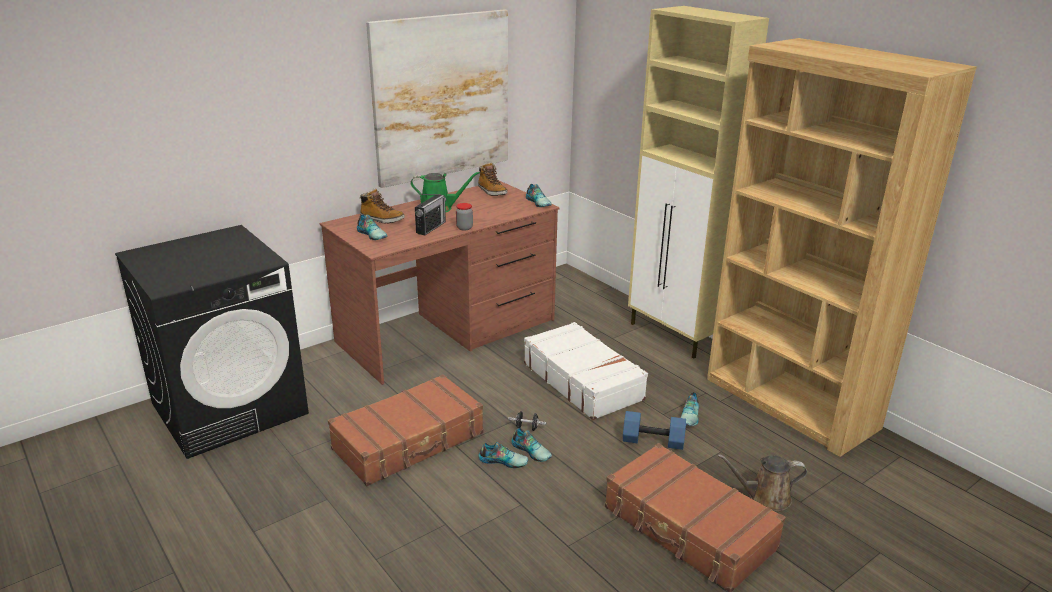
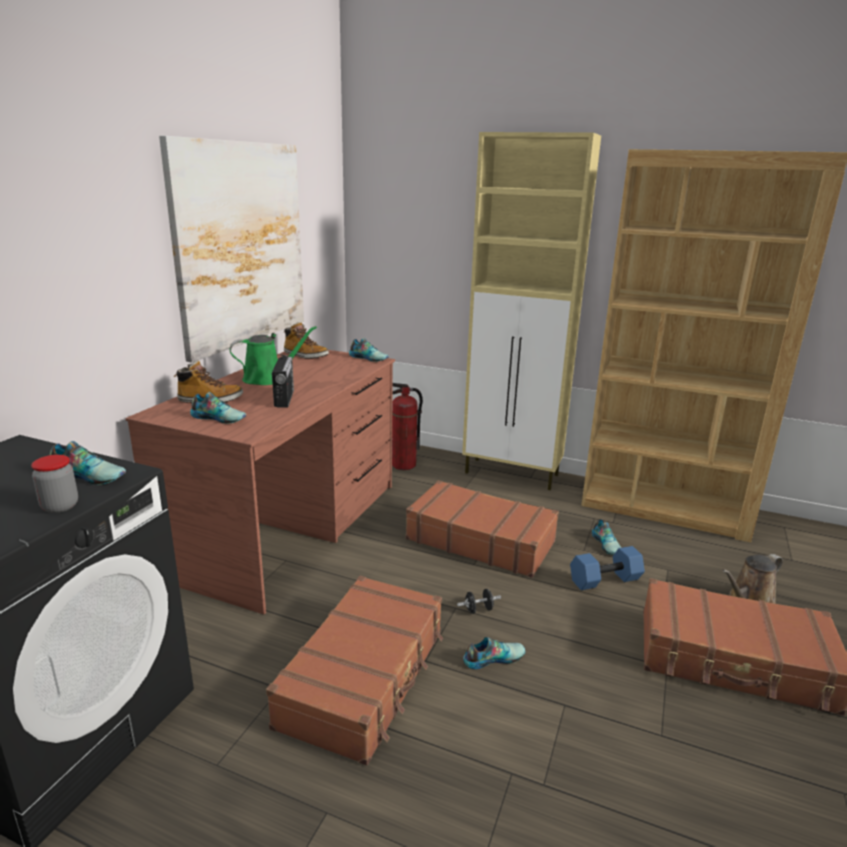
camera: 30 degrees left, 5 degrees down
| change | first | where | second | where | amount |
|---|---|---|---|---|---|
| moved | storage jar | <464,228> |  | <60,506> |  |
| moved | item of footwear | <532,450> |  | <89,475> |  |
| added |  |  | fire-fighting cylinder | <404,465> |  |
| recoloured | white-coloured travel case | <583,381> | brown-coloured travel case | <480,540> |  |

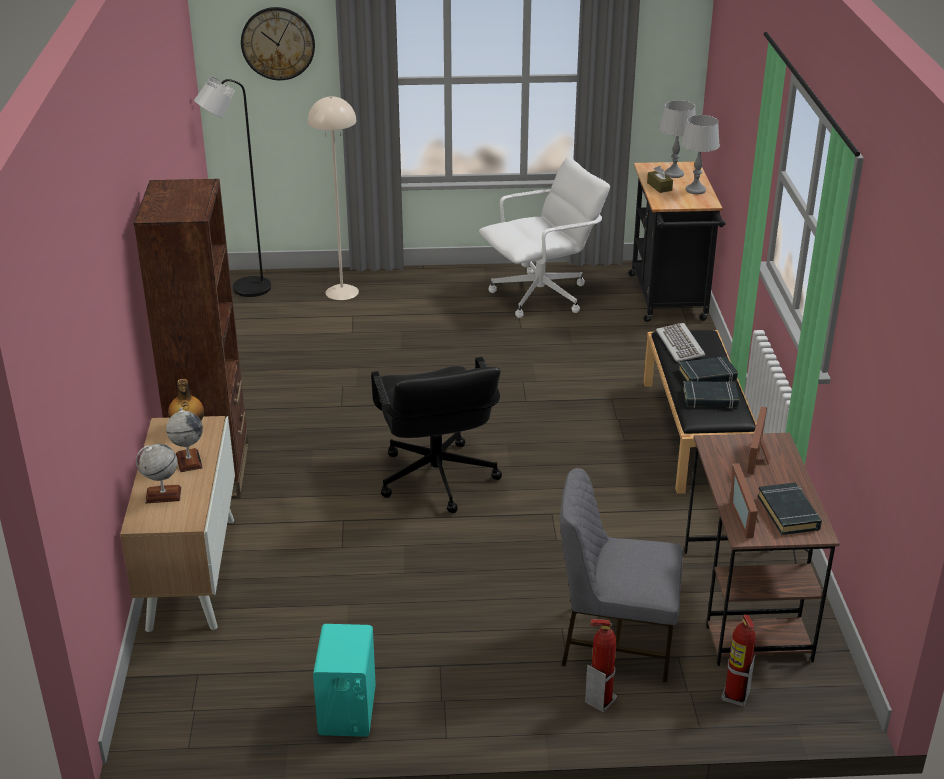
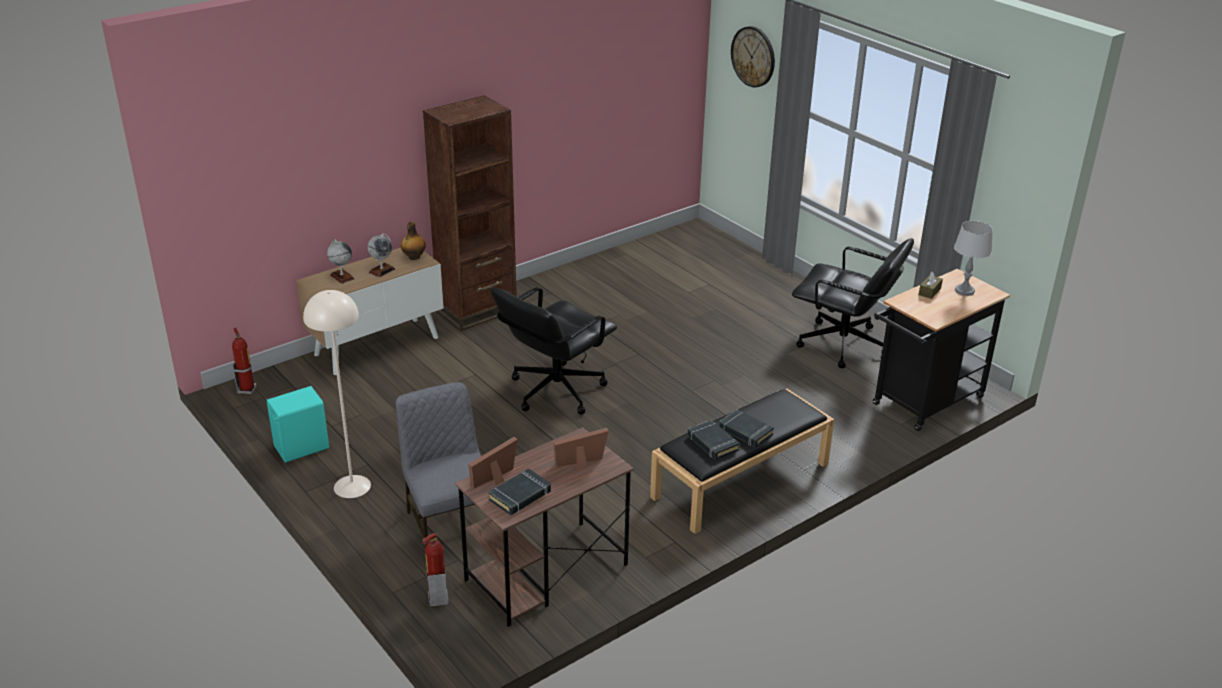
camera: 55 degrees right, 0 degrees up
| change | first | where | second | where | amount |
|---|---|---|---|---|---|
| moved | fire-fighting cylinder | <600,700> |  | <247,389> |  |
| moved | beige floor lamp | <342,292> |  | <352,486> |  |
| recoloured | white-coloured desk chair | <541,296> | black desk chair | <843,345> |  |
| removed | black floor lamp | <244,289> |  |  |  |
| removed | PC keyboard | <680,345> |  |  |  |
| removed | grey tabletop lamp | <696,190> |  |  |  |

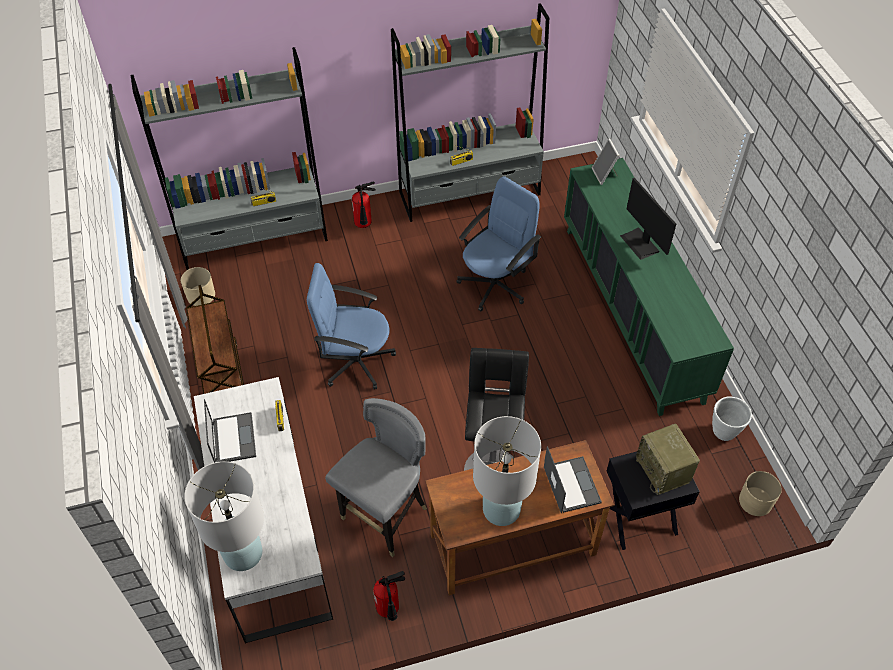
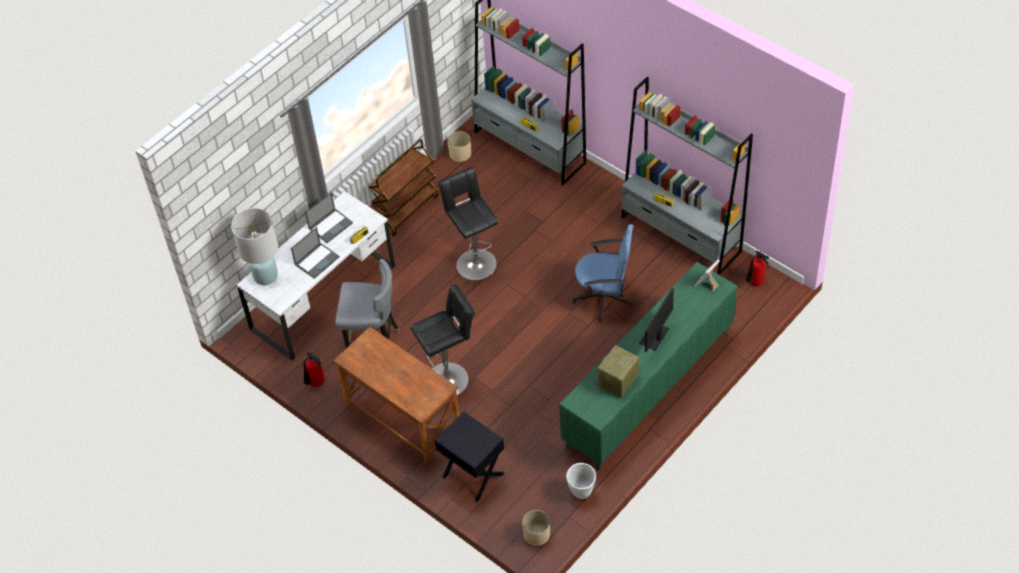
camera: 60 degrees right, 0 degrees up
| change | first | where | second | where | amount |
|---|---|---|---|---|---|
| moved | portable computer | <571,484> |  | <317,260> |  |
| replaced | blue-coloured desk chair | <355,361> | black stool | <474,262> |  |
| moved | radio receiver | <663,471> |  | <618,381> |  |
| moved | fire-fighting cylinder | <364,225> |  | <754,283> |  |
| removed | white-coloured tabletop lamp | <501,510> |  |  |  |

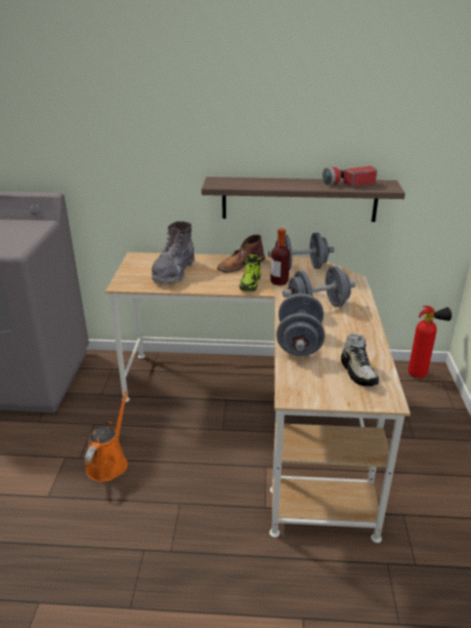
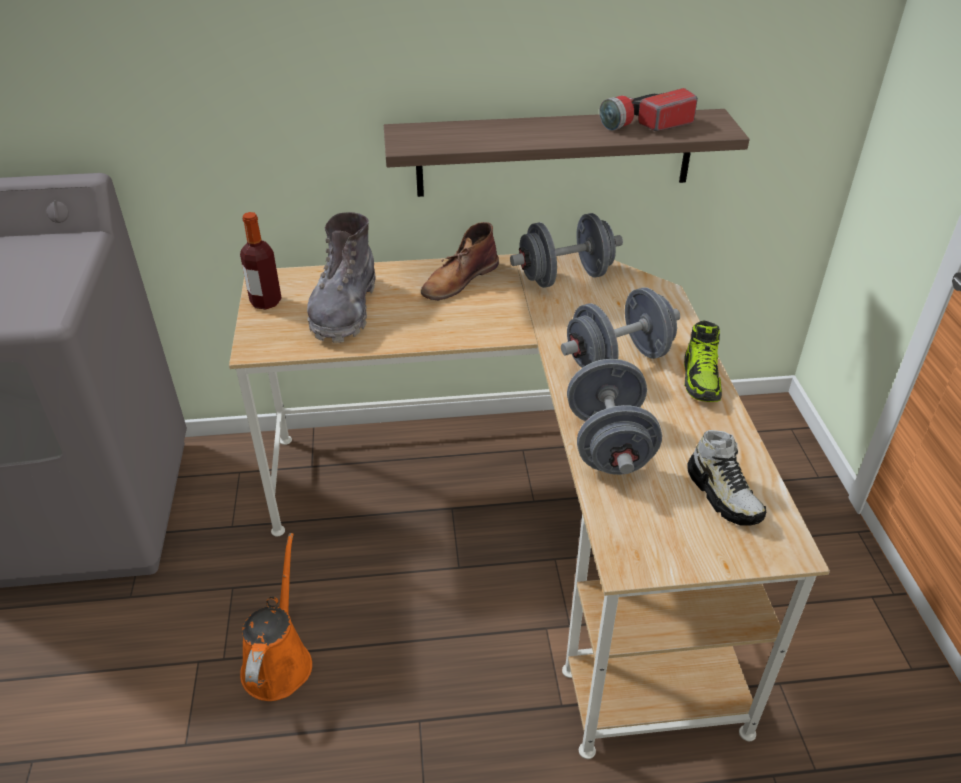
camera: 10 degrees left, 10 degrees up
| change | first | where | second | where | amount |
|---|---|---|---|---|---|
| moved | drink bottle | <279,282> |  | <266,302> |  |
| moved | item of footwear | <250,284> |  | <701,379> |  |
| removed | fire-fighting cylinder | <421,374> |  |  |  |

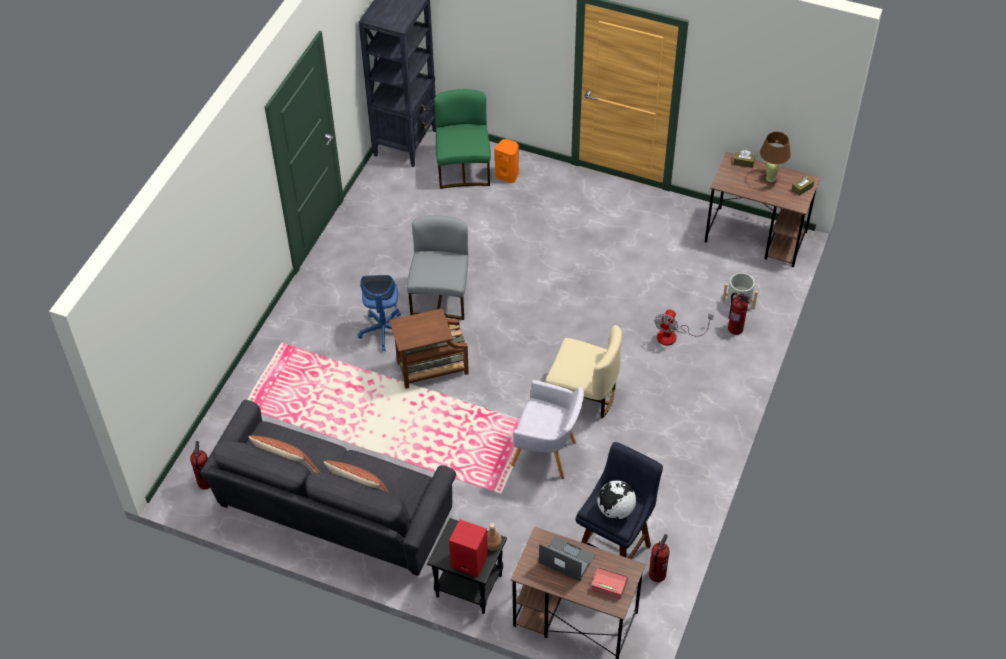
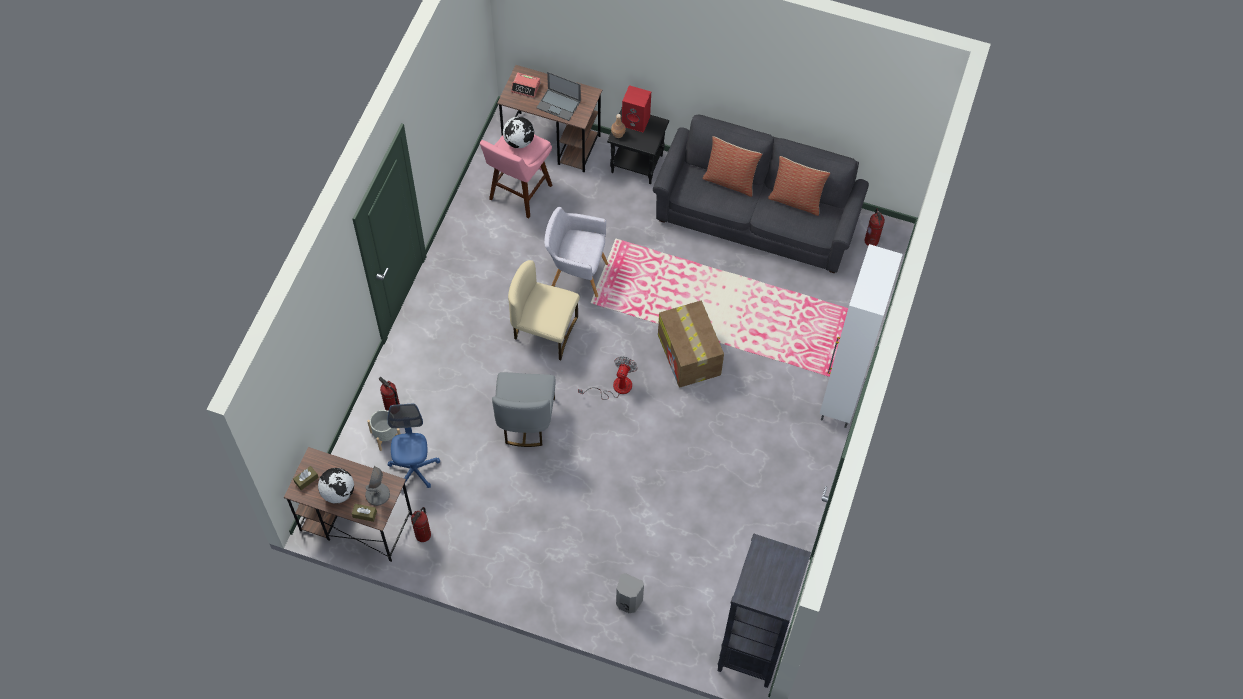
camera: 175 degrees right, 10 degrees up
| change | first | where | second | where | amount |
|---|---|---|---|---|---|
| replaced | brown-coloured tabletop lamp | <770,178> | desk globe | <338,492> |  |
| added |  |  | grey tabletop lamp | <377,494> |  |
| moved | blue-coloured desk chair | <384,331> |  | <414,469> |  |
| moved | fire-fighting cylinder | <657,574> |  | <423,535> |  |
| recoloured | blue-coloured stool | <615,549> | pinkish stool | <518,195> |  |
| moved | grey upright chair | <440,297> |  | <525,420> |  |
| moved | cooling fan | <674,336> |  | <615,387> |  |
| recoloured | orange-coloured speaker | <507,175> | grey speaker | <628,602> |  |
| replaced | brown-coloured accent table | <430,368> | packing box | <689,355> |  |
| added |  |  | white-coloured cabinet | <840,398> |  |
| removed | green-coloured upright chair | <463,169> |  |  |  |

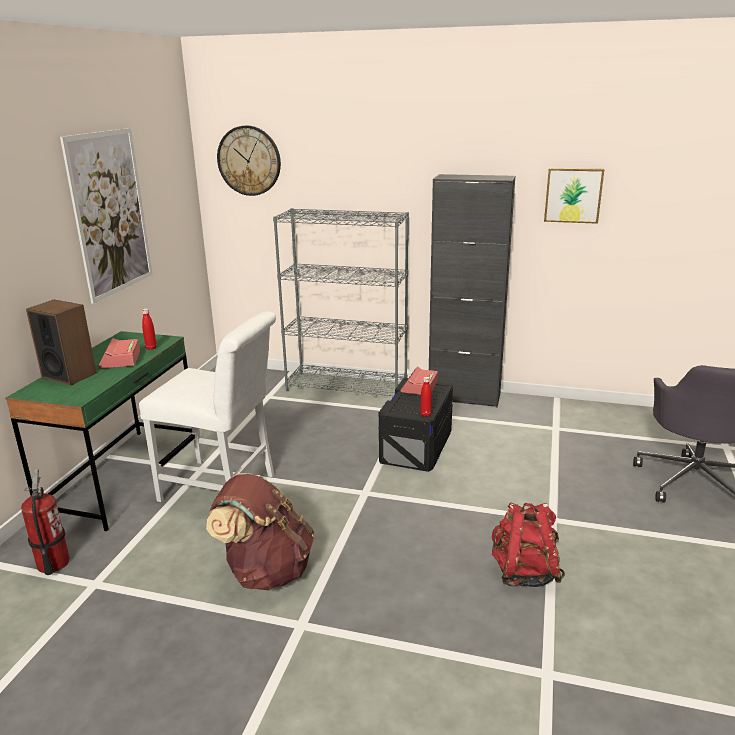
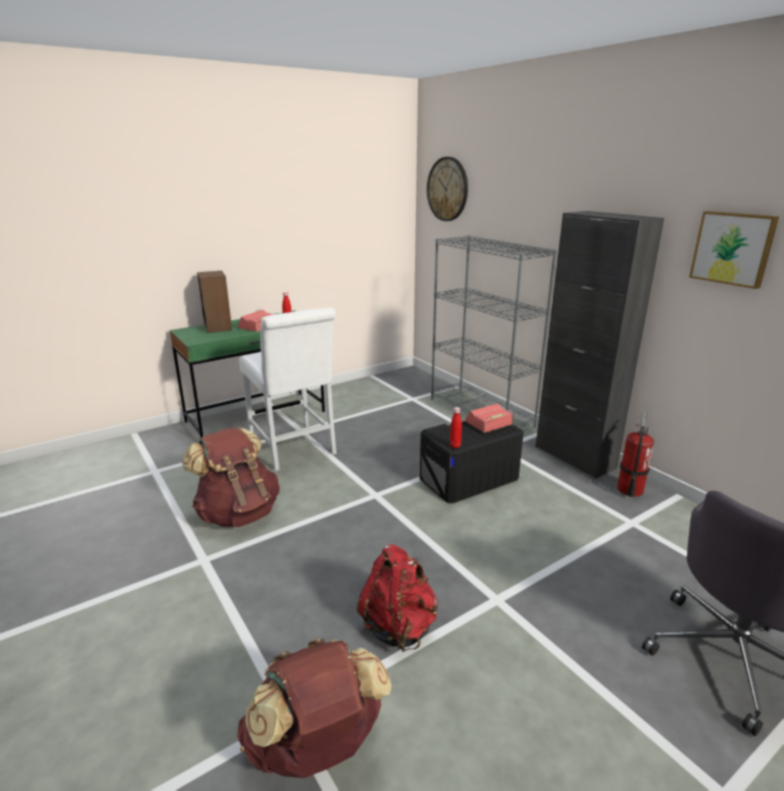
camera: 40 degrees right, 0 degrees up
| change | first | where | second | where | amount |
|---|---|---|---|---|---|
| added |  |  | brown-coloured rucksack | <316,747> |  |
| moved | fire-fighting cylinder | <52,563> |  | <629,490> |  |
| removed | picture | <110,213> |  |  |  |

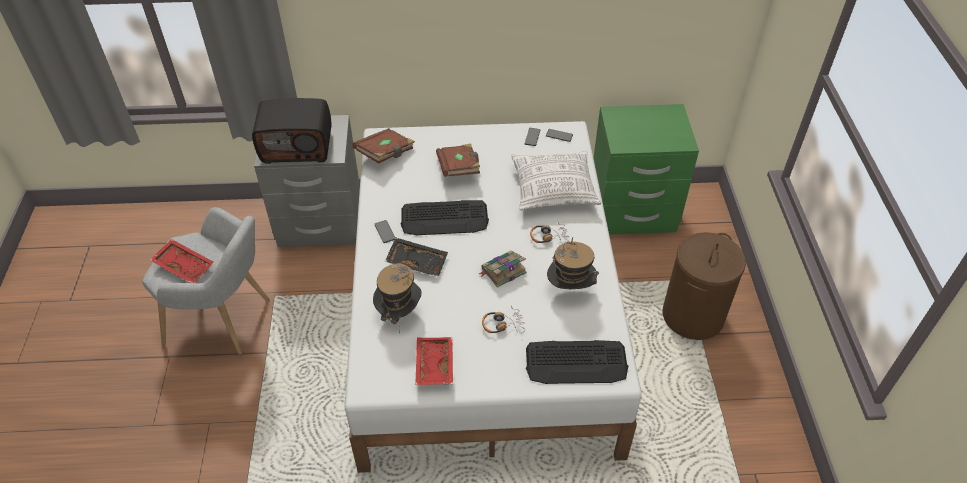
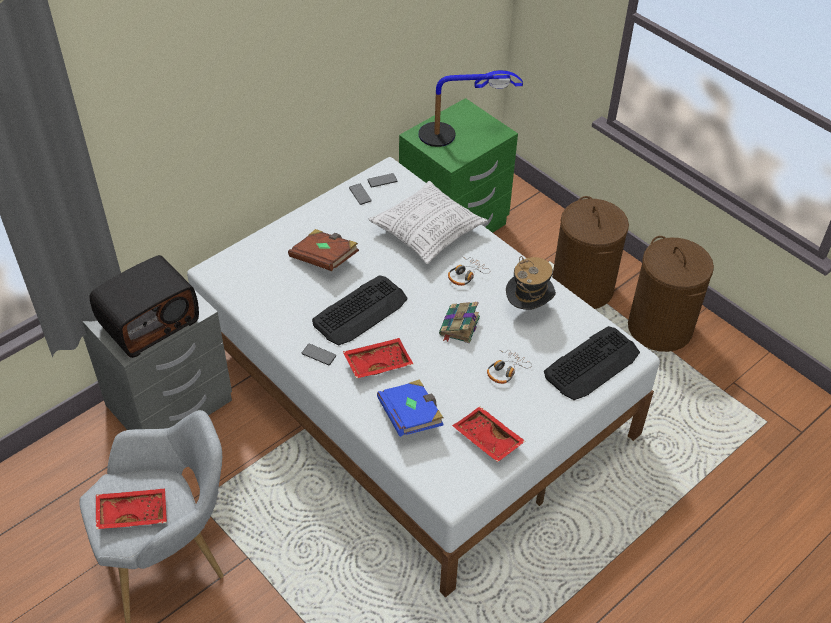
camera: 40 degrees left, 0 degrees up
| change | first | where | second | where | amount |
|---|---|---|---|---|---|
| recoloured | black tray | <417,261> | red tray | <377,363> |  |
| replaced | clothing hat | <399,313> | blue-coloured bound book | <411,416> |  |
| added |  |  | tabletop lamp | <457,134> |  |
| added |  |  | brown-coloured hamper | <660,328> |  |
| removed | brown-coloured bound book | <385,154> |  |  |  |

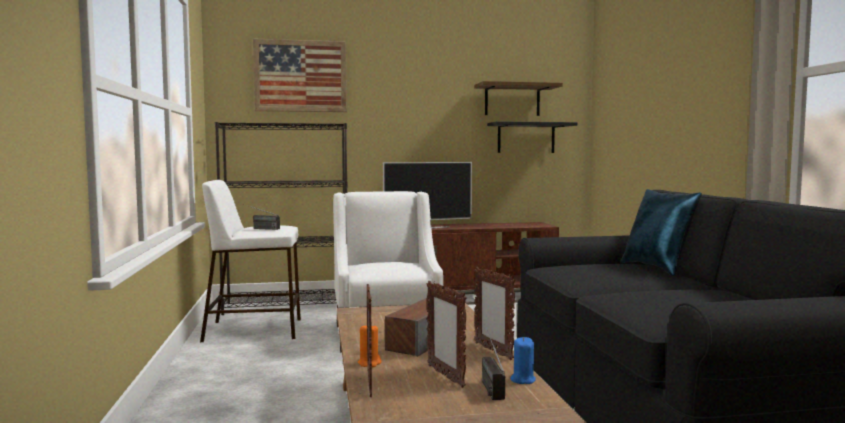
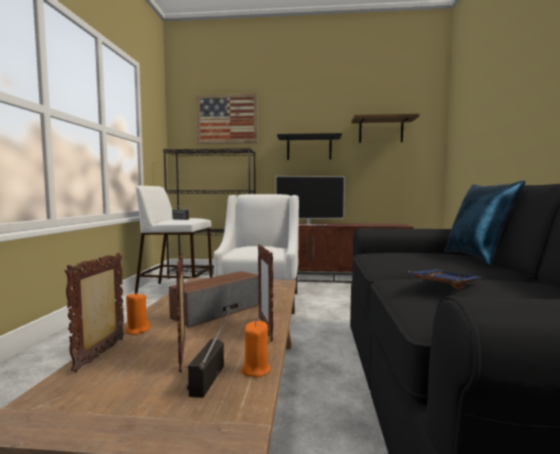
camera: 15 degrees right, 0 degrees up
| change | first | where | second | where | amount |
|---|---|---|---|---|---|
| recoloured | blue-coloured wax candle | <522,380> | orange-coloured wax candle | <255,370> |  |
| moved | black wall shelf | <526,138> |  | <309,148> |  |
| added |  |  | blue-coloured tray | <444,286> |  |

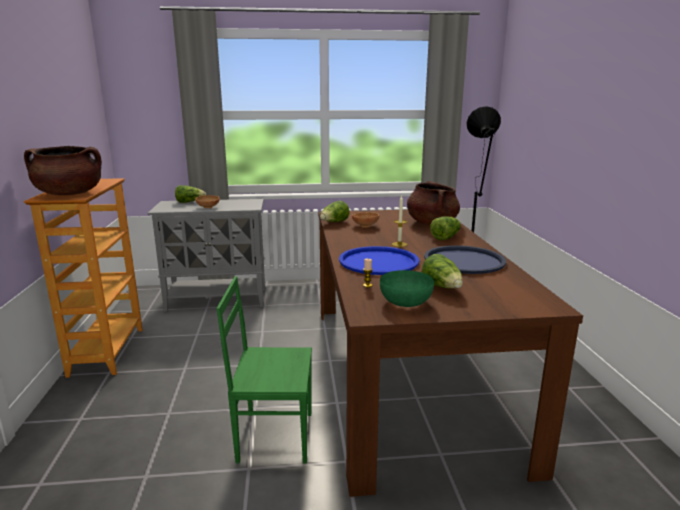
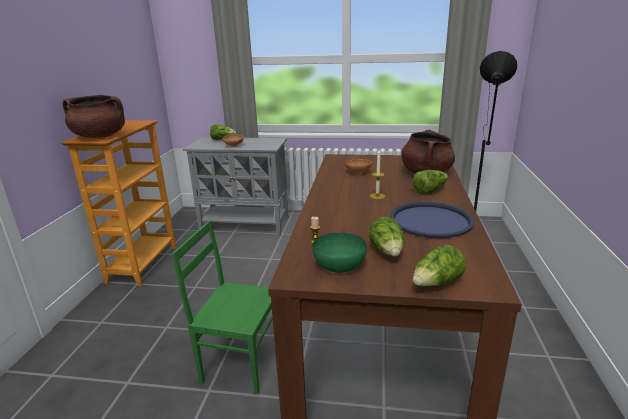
camera: 15 degrees right, 5 degrees up
| change | first | where | second | where | amount |
|---|---|---|---|---|---|
| moved | lettuce | <334,222> |  | <437,283> |  |
| removed | blue-coloured tray | <378,261> |  |  |  |

